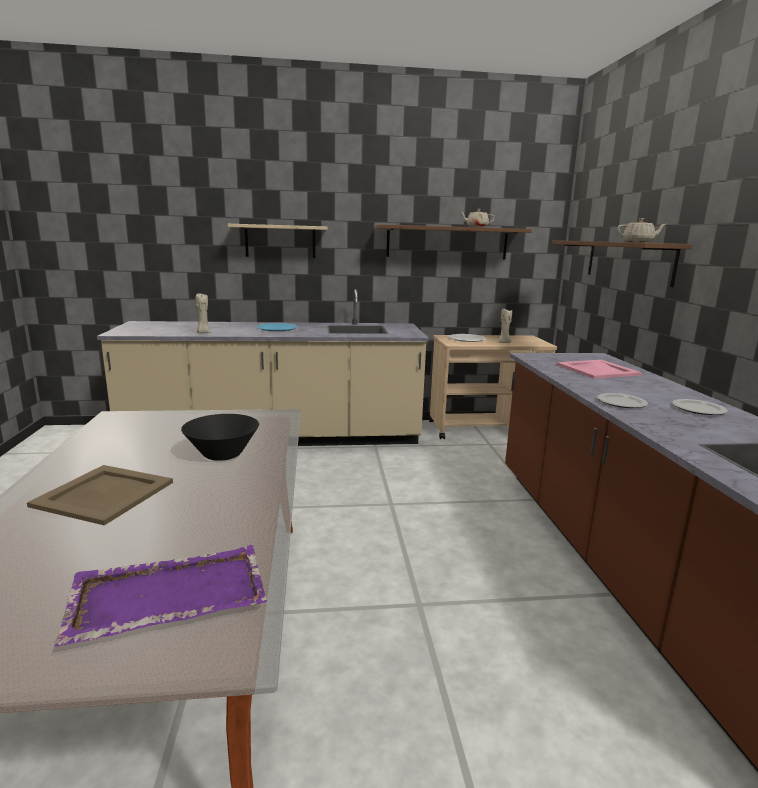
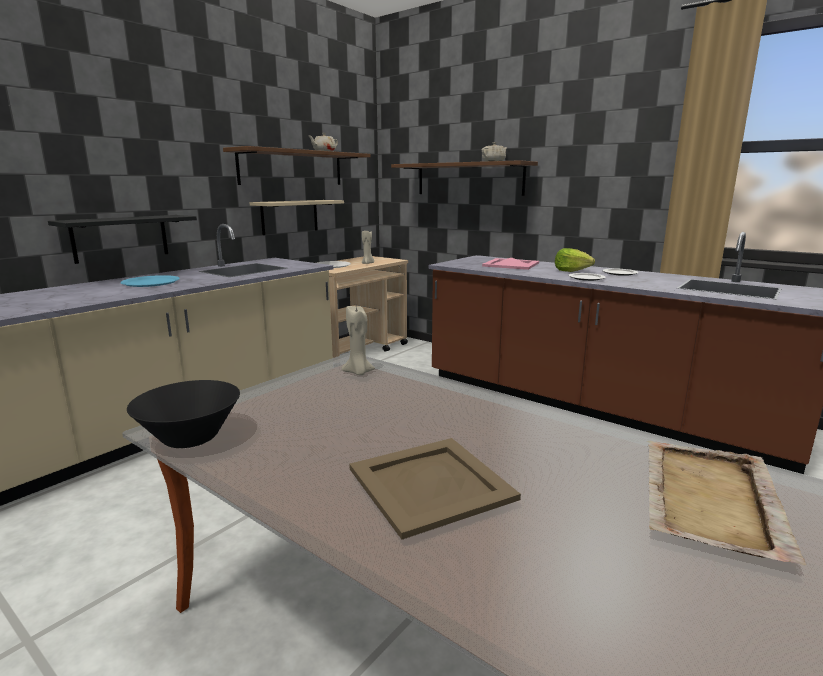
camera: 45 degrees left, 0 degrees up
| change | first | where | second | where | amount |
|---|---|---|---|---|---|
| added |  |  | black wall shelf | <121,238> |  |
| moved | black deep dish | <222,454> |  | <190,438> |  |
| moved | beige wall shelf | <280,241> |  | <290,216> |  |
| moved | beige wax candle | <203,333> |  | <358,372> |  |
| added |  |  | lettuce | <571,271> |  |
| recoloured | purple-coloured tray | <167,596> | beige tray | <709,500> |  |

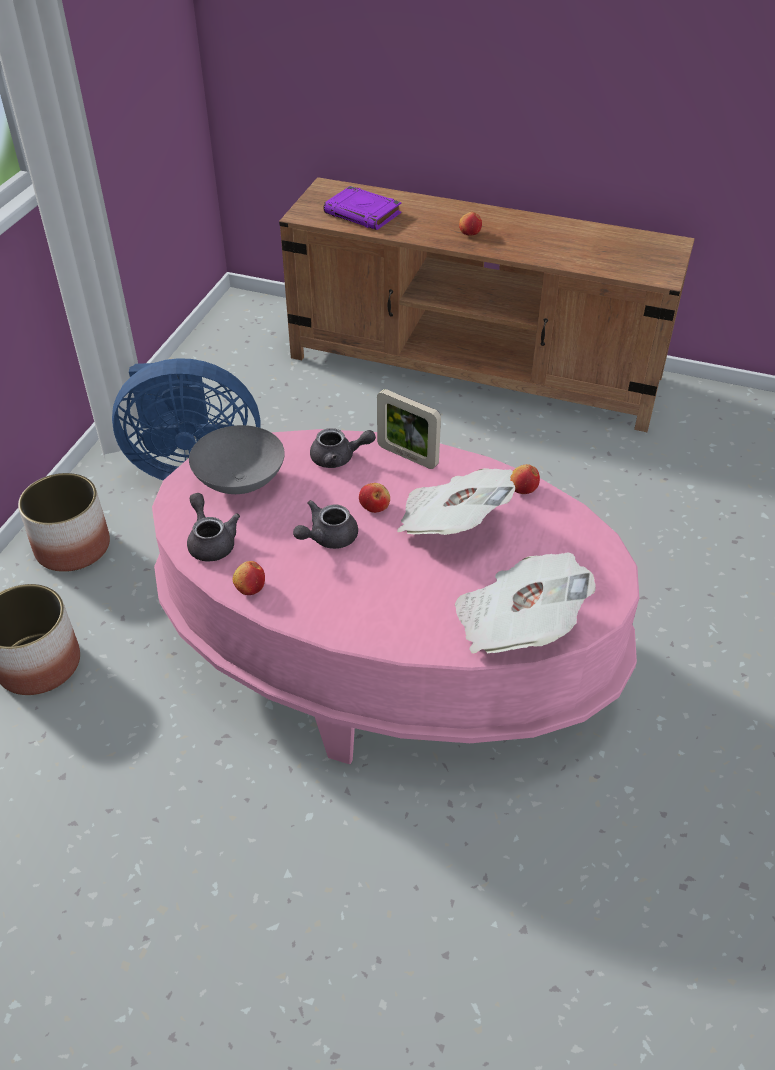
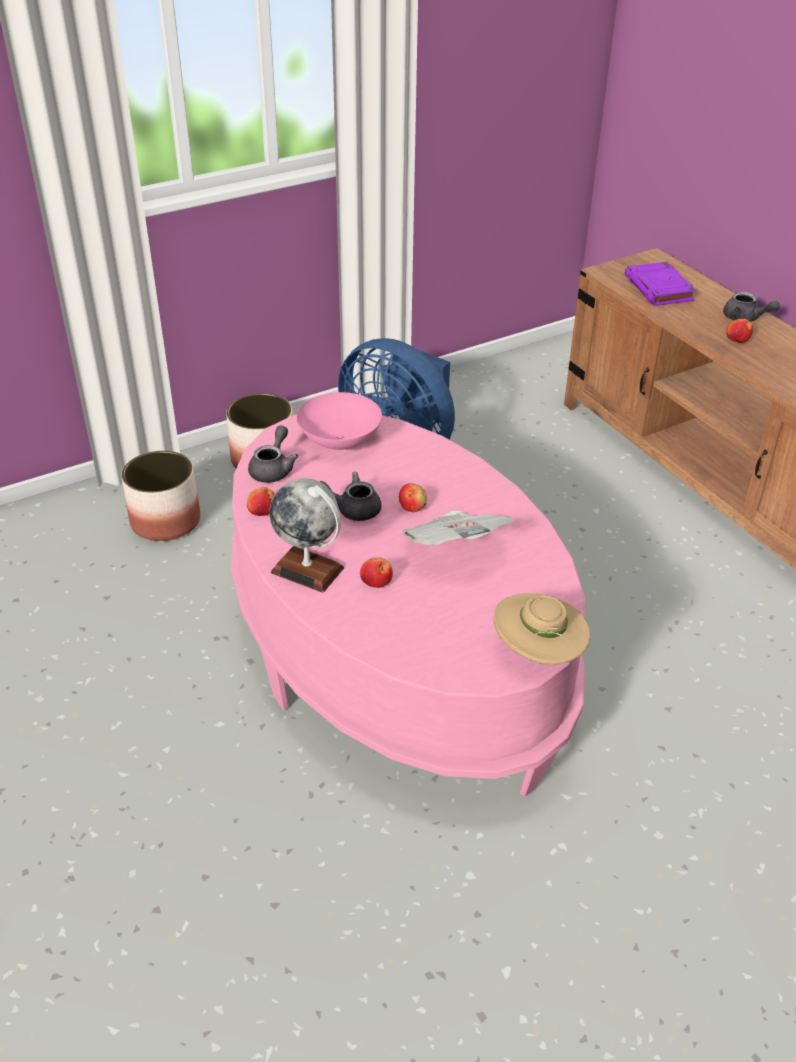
camera: 40 degrees right, 5 degrees down
| change | first | where | second | where | amount |
|---|---|---|---|---|---|
| added |  |  | desk globe | <308,570> |  |
| recoloured | grey deep dish | <241,482> | pinkish deep dish | <340,442> |  |
| moved | apple fruit | <523,488> |  | <376,581> |  |
| added |  |  | beige clothing hat | <538,653> |  |
| moved | grey teapot | <339,458> |  | <745,319> |  |
| removed | picture frame | <407,456> |  |  |  |
| removed | daily paper | <516,625> |  |  |  |

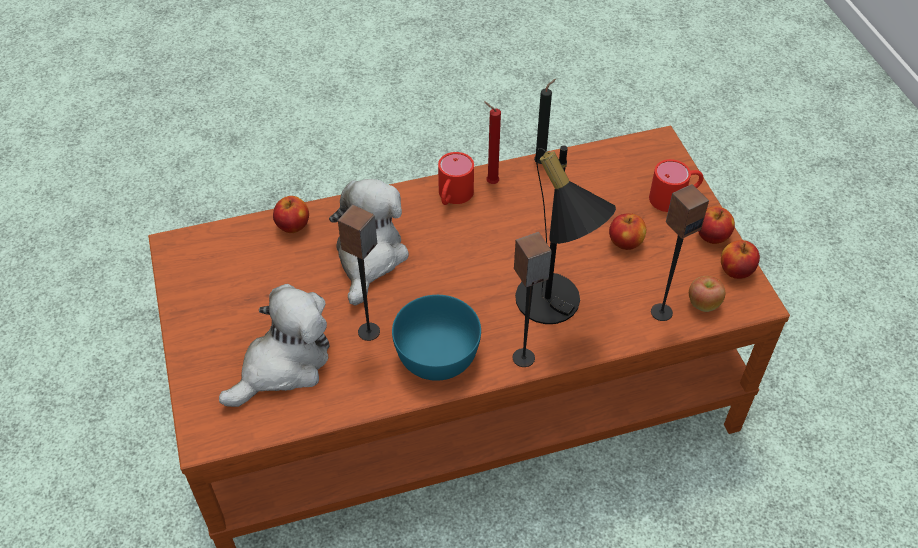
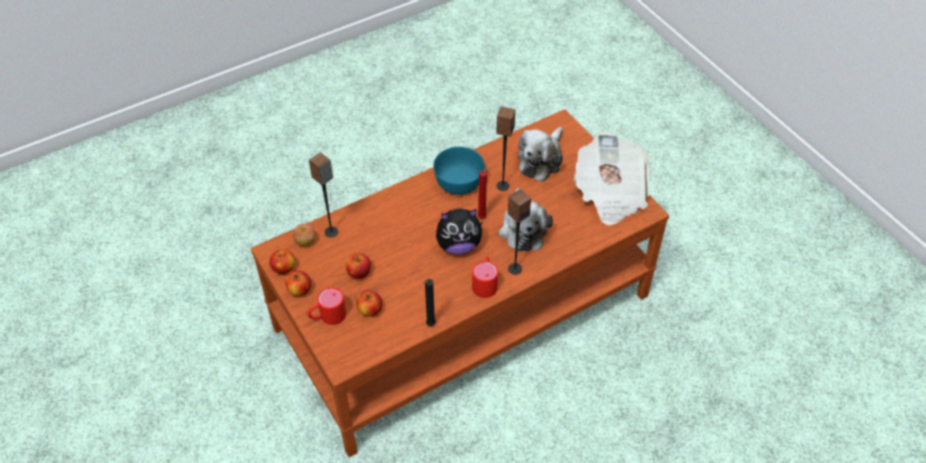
camera: 165 degrees right, 0 degrees up
| change | first | where | second | where | amount |
|---|---|---|---|---|---|
| moved | apple fruit | <293,226> |  | <370,310> |  |
| added |  |  | plush toy | <458,245> |  |
| moved | red wax candle | <490,182> |  | <483,217> |  |
| moved | speaker | <523,358> |  | <514,268> |  |
| added |  |  | daily paper | <610,194> |  |
| removed | black tabletop lamp | <554,308> |  |  |  |

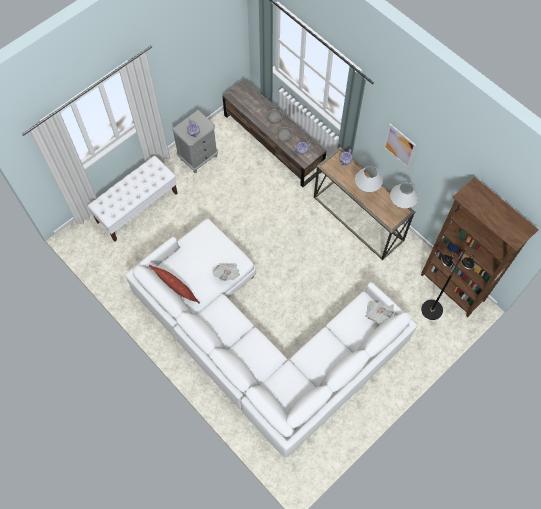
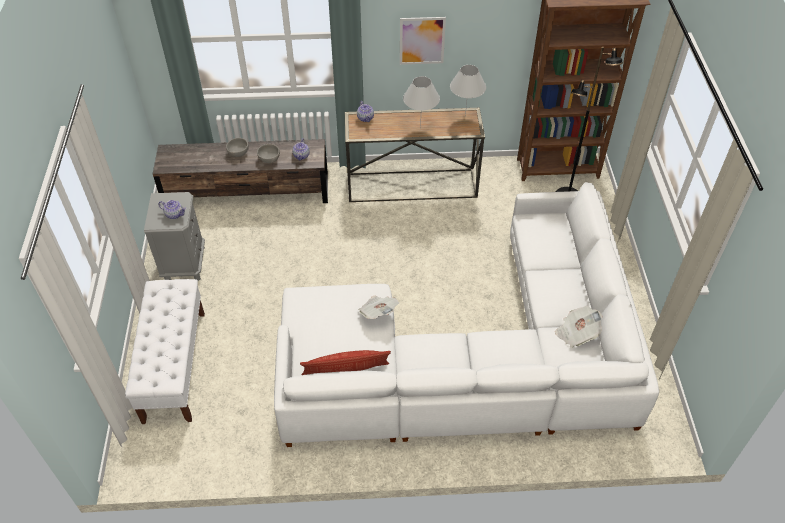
camera: 50 degrees left, 15 degrees down
| change | first | where | second | where | amount |
|---|---|---|---|---|---|
| moved | daily paper | <378,313> |  | <576,333> |  |

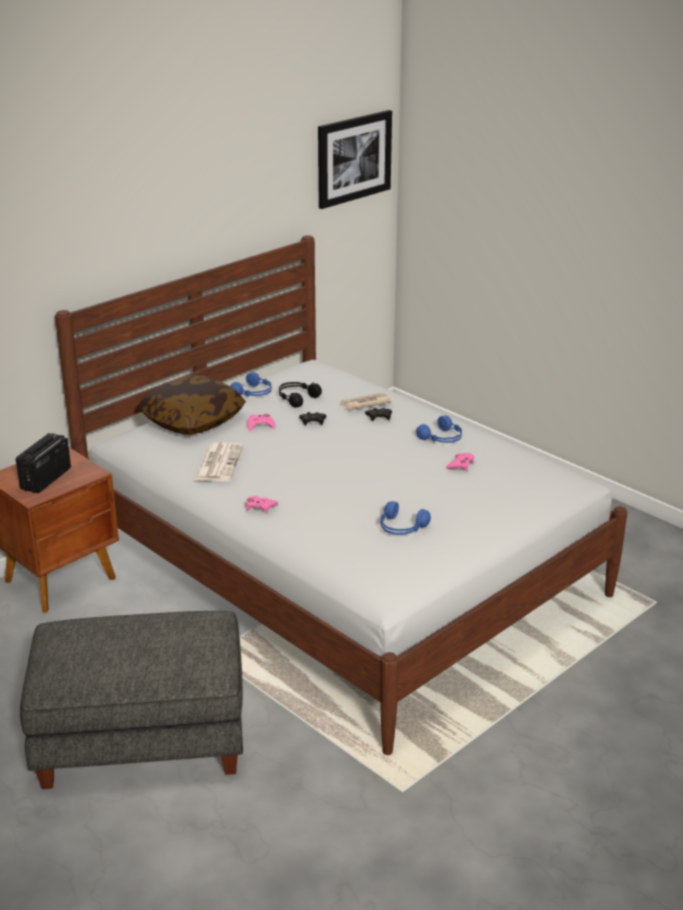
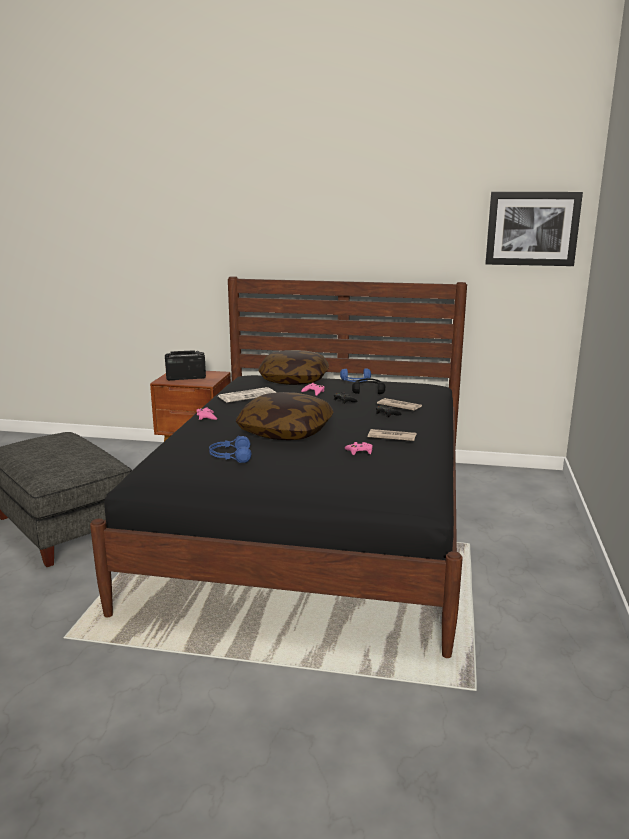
camera: 55 degrees right, 10 degrees down
| change | first | where | second | where | amount |
|---|---|---|---|---|---|
| recoloured | white-coloured bedroom bed | <342,570> | black bedroom bed | <314,525> |  |
| added |  |  | cushion | <286,432> |  |
| replaced | blue-coloured headphones | <442,438> | daily paper | <391,437> |  |

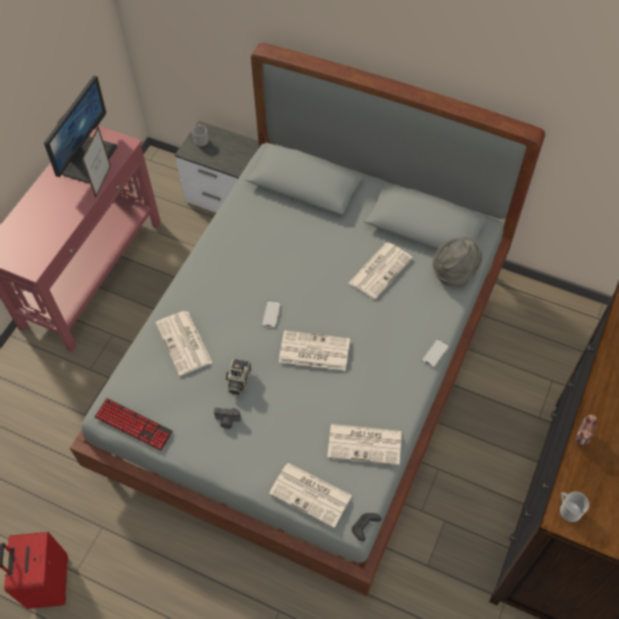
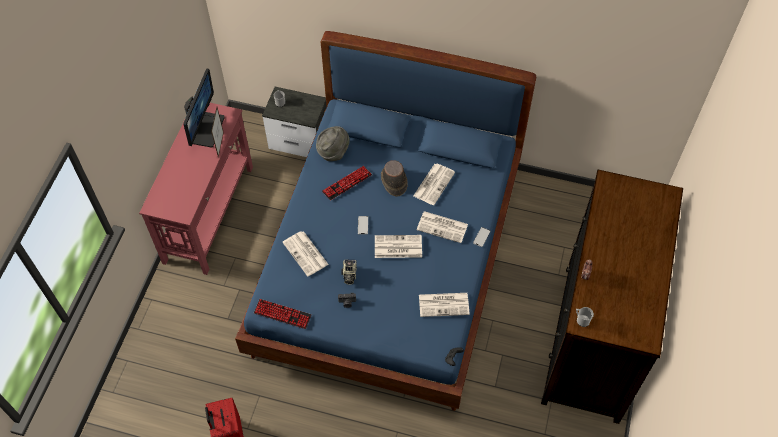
camera: 10 degrees left, 0 degrees up
| change | first | where | second | where | amount |
|---|---|---|---|---|---|
| recoloured | grey bedroom bed | <312,371> | blue-coloured bedroom bed | <390,264> |  |
| moved | grey clothing hat | <454,272> |  | <333,151> |  |
| added |  |  | PC keyboard | <347,183> |  |
| added |  |  | brown-coloured clothing hat | <393,181> |  |
| moved | daily paper | <311,495> |  | <443,227> |  |

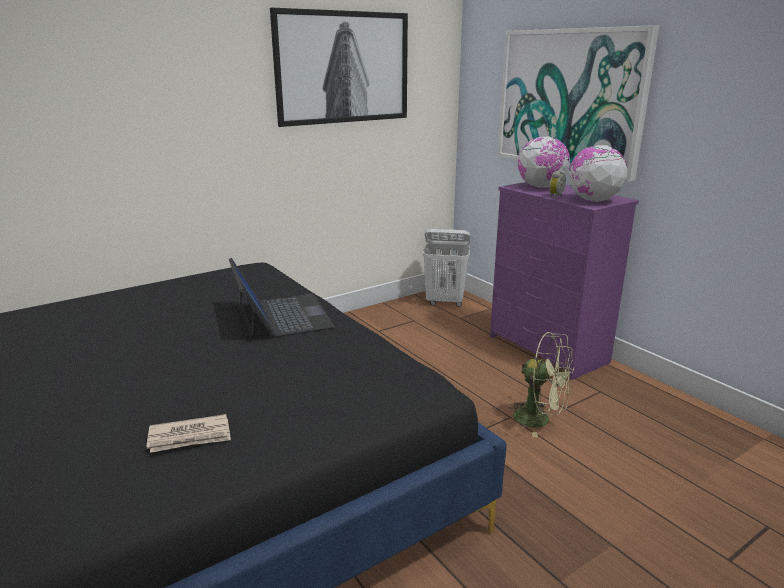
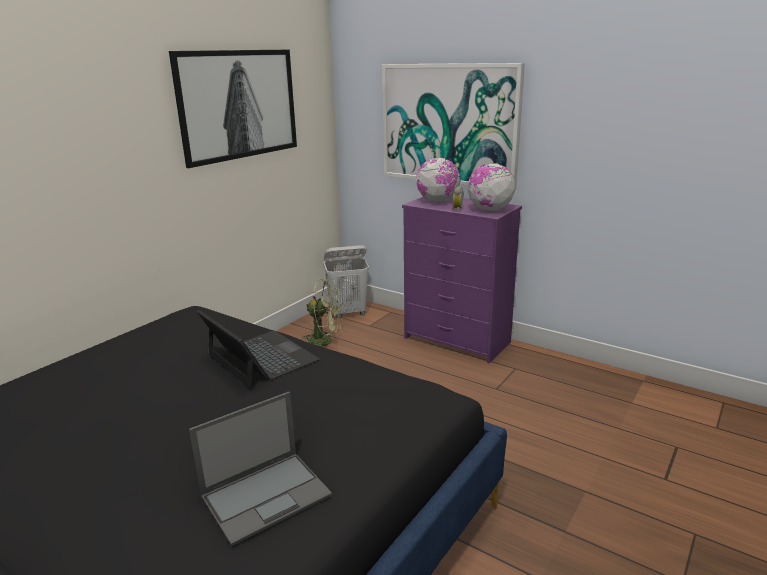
camera: 20 degrees left, 0 degrees up
| change | first | where | second | where | amount |
|---|---|---|---|---|---|
| replaced | daily paper | <190,437> | portable computer | <267,495> |  |
| moved | green-coloured cooling fan | <540,419> |  | <325,342> |  |

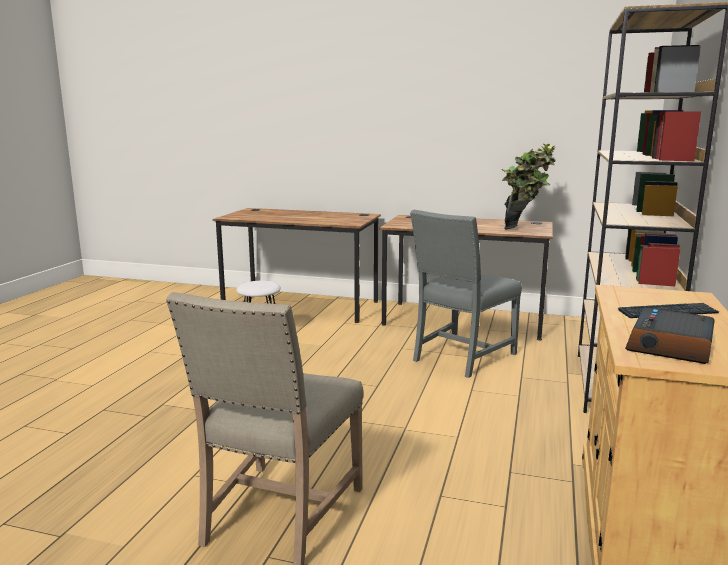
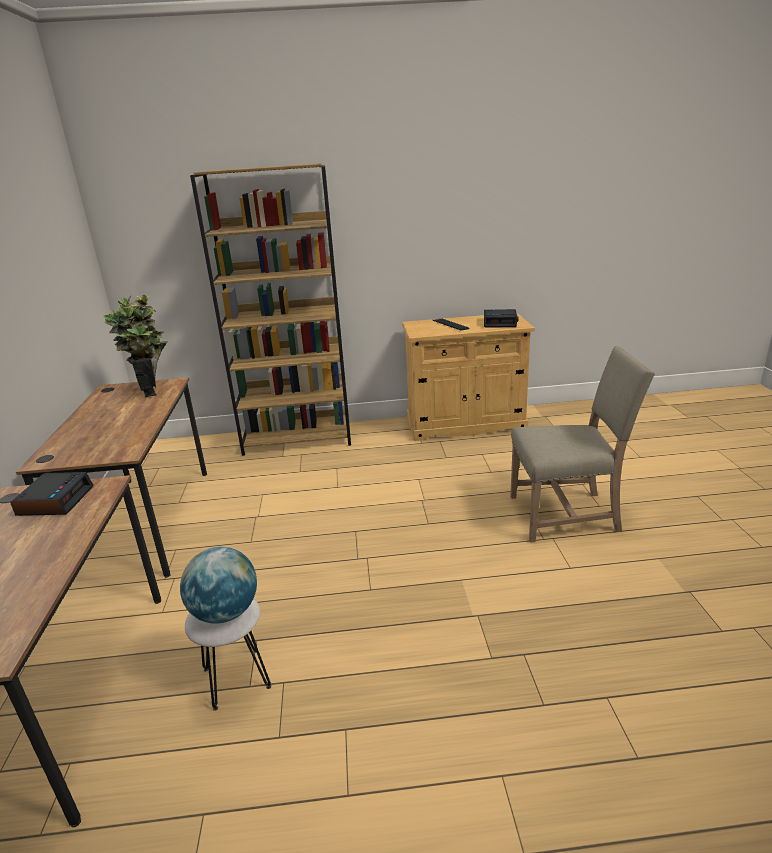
camera: 110 degrees left, 10 degrees up
| change | first | where | second | where | amount |
|---|---|---|---|---|---|
| added |  |  | bedside clock | <55,500> |  |
| added |  |  | desk globe | <225,612> |  |
| removed | grey upright chair | <461,357> |  |  |  |

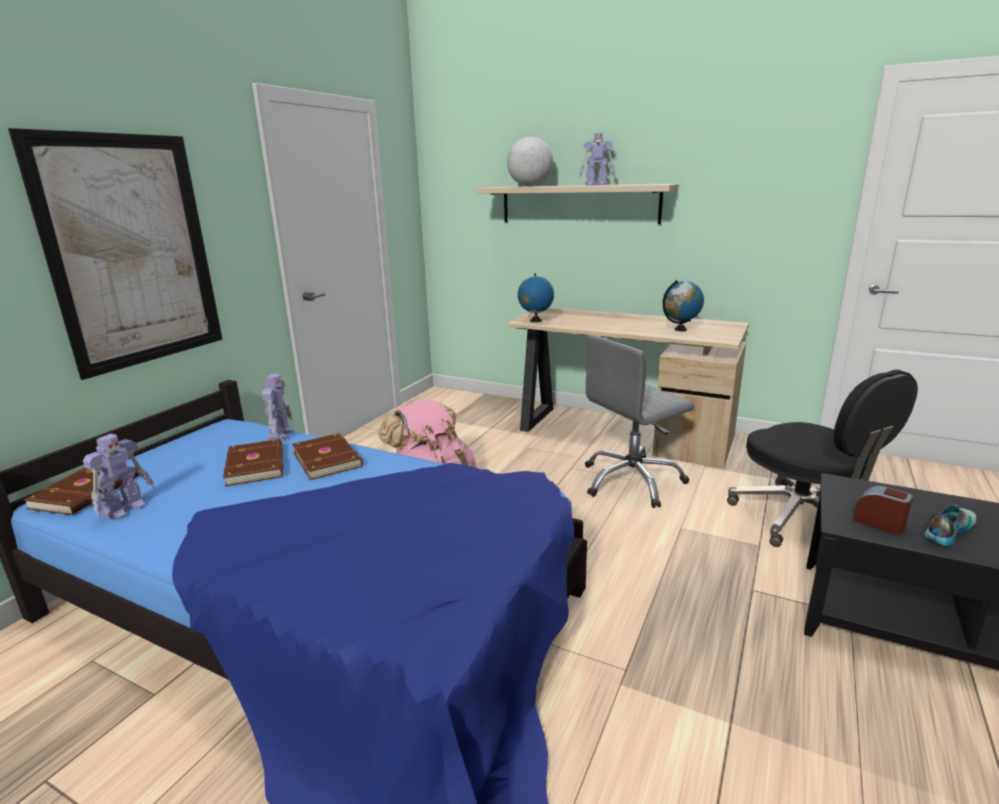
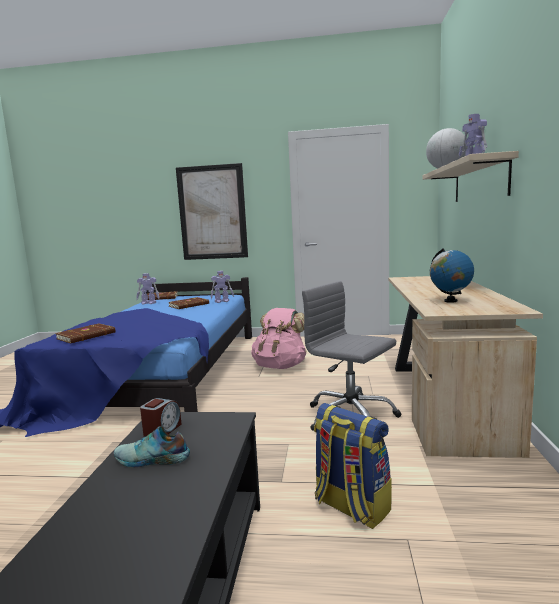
camera: 70 degrees right, 10 degrees down
| change | first | where | second | where | amount |
|---|---|---|---|---|---|
| moved | brown-coloured bound book | <328,458> |  | <87,336> |  |
| turned | item of footwear | <947,530> |  | <152,459> | 150 degrees clockwise |
| replaced | black desk chair | <802,519> | rucksack | <350,506> |  |
| removed | desk globe | <535,321> |  |  |  |

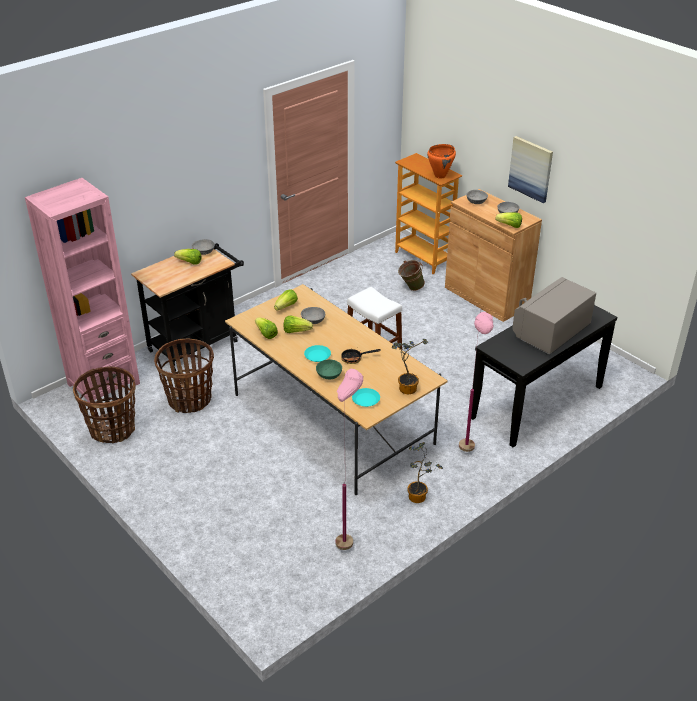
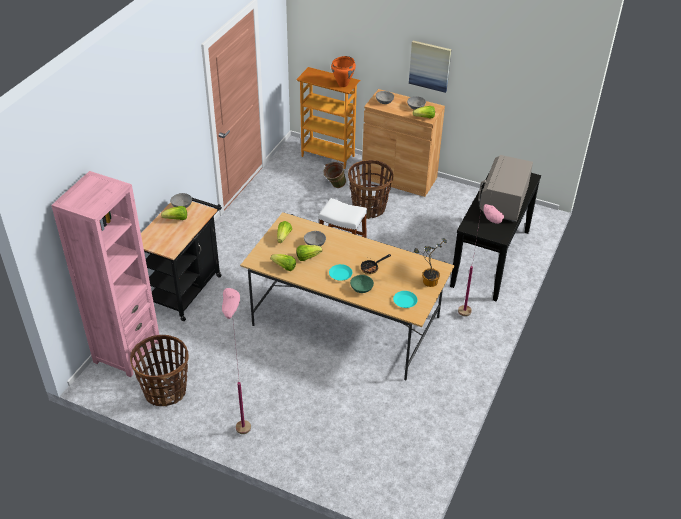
camera: 25 degrees left, 5 degrees up
| change | first | where | second | where | amount |
|---|---|---|---|---|---|
| moved | pinkish floor lamp | <348,535> |  | <242,420> |  |
| moved | household basket | <190,400> |  | <369,208> |  |
| removed | potted plant | <419,497> |  |  |  |

